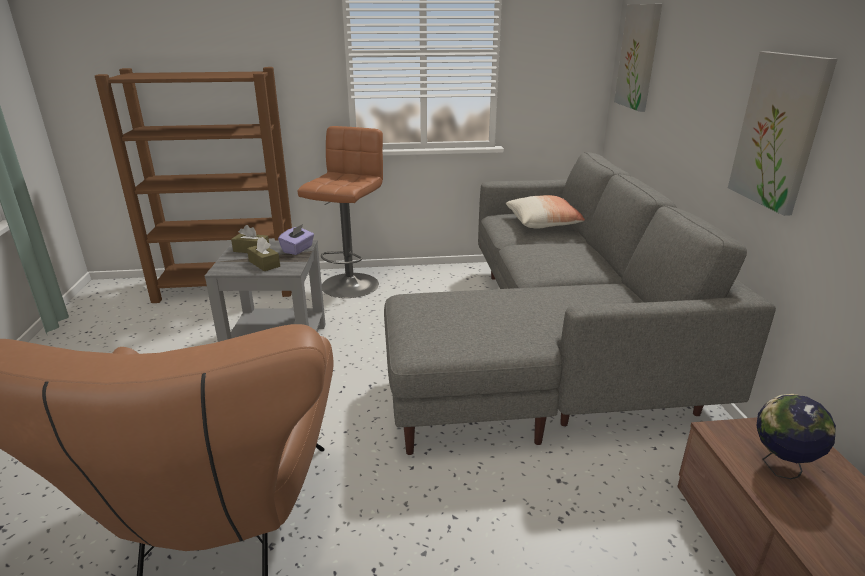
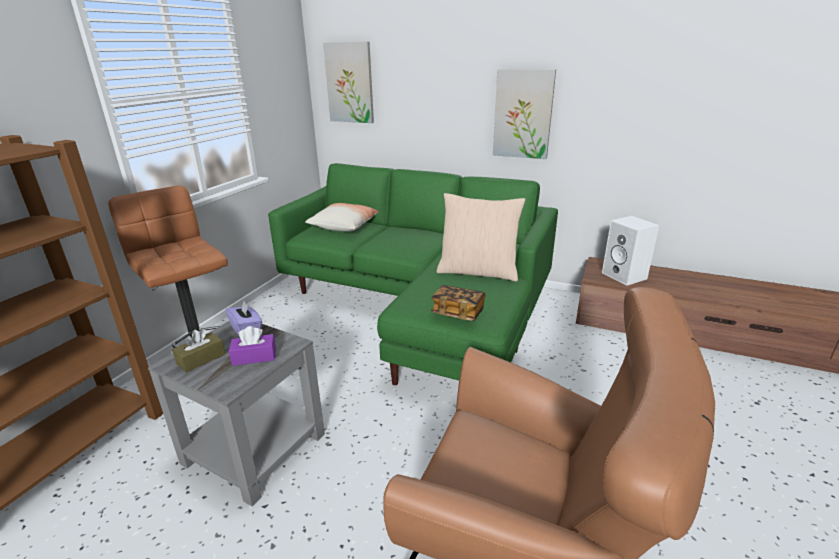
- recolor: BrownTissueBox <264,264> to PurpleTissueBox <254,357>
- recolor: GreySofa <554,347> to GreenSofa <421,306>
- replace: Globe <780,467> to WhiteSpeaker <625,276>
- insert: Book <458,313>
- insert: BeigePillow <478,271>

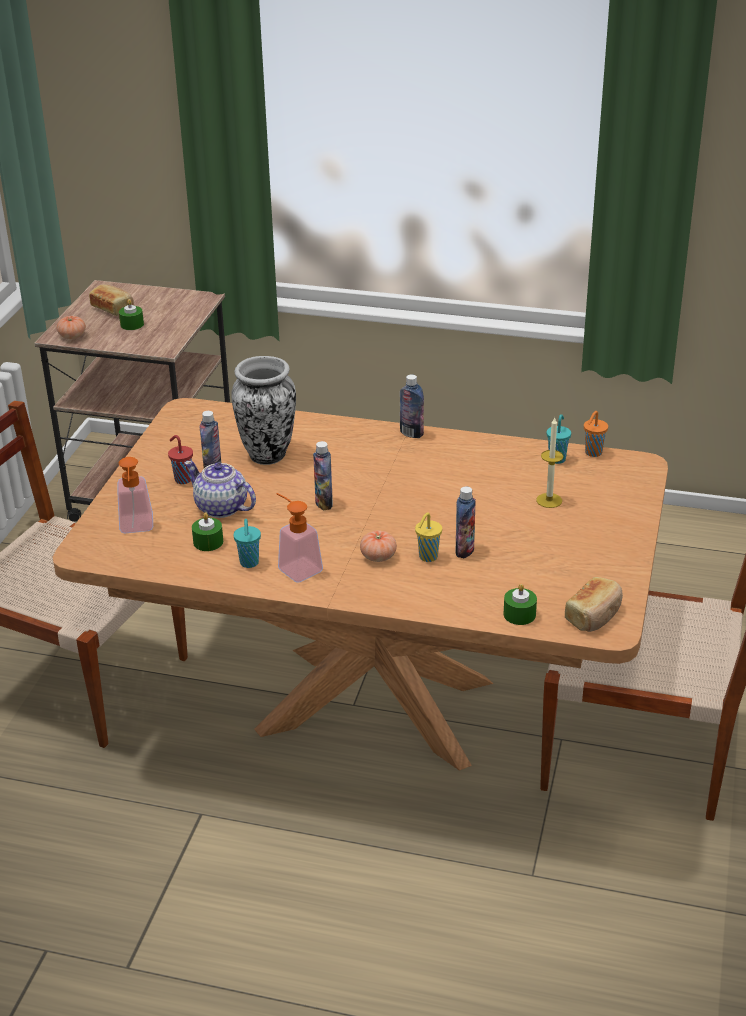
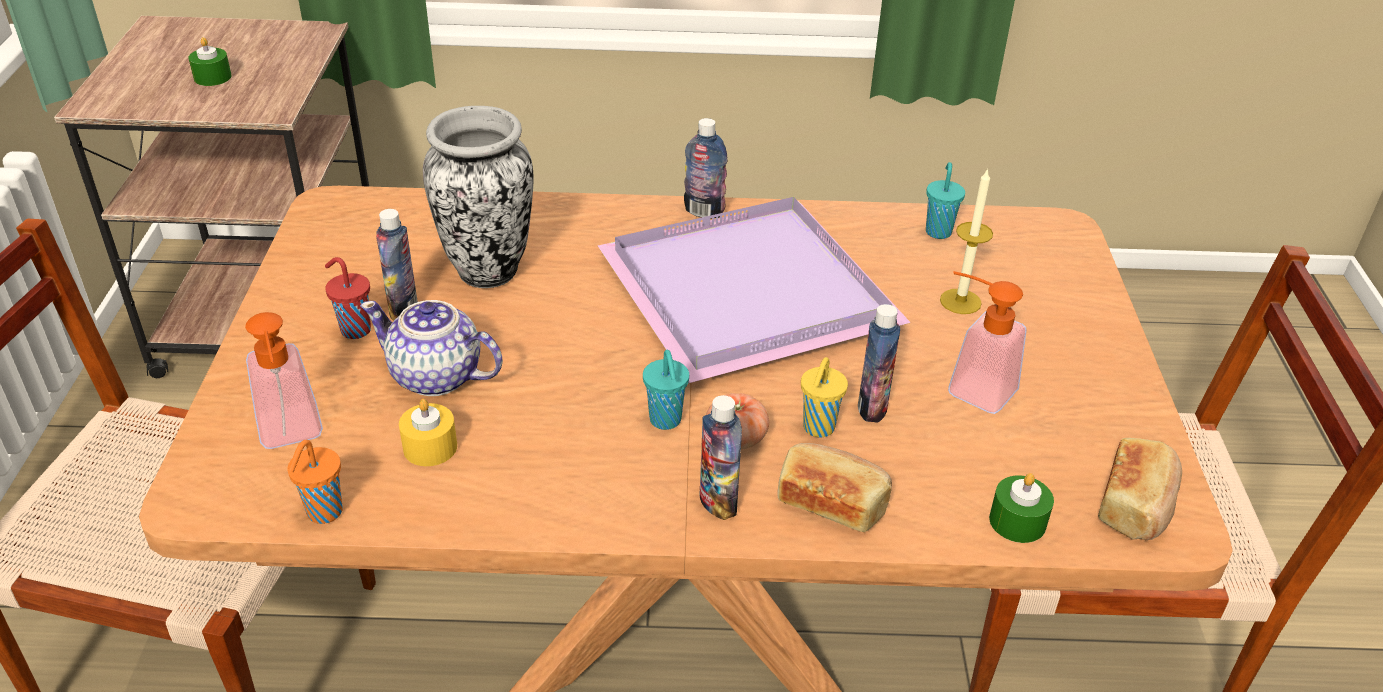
- delete: Tomato <72,336>
- move: Bread <113,309> to <832,501>
- recolor: GreenCandle <208,542> to YellowCandle <430,447>
- move: TurquoiseCup <249,563> to <666,421>
- move: SoapDispenser <295,567> to <971,387>
- move: Bottle <324,503> to <718,502>
- move: OrangeCup <592,453> to <323,513>
- insert: PurpleTray <750,288>

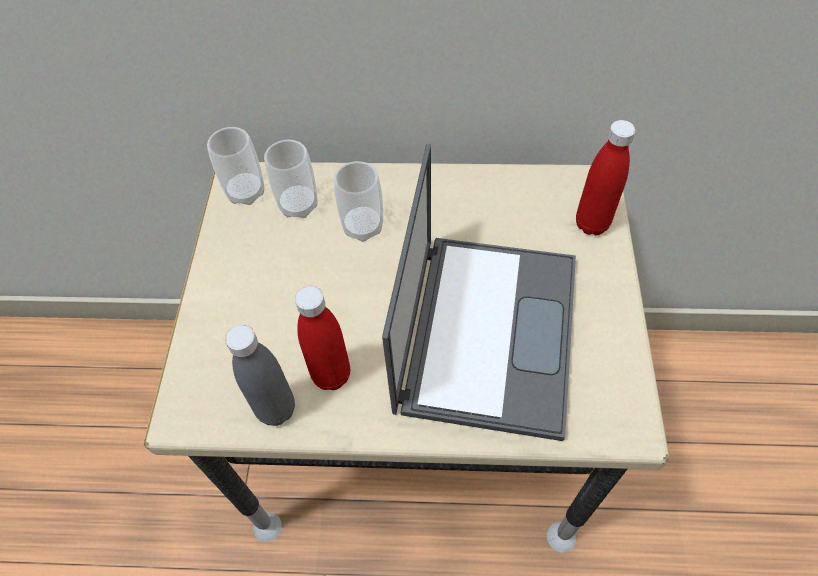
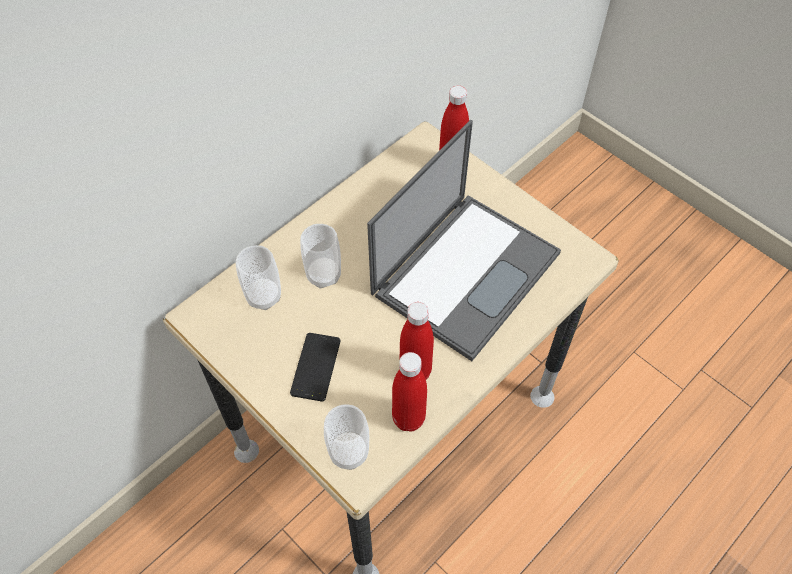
- move: Cup <246,192> to <349,452>
- recolor: GreyBottle <276,409> to RedBottle <408,418>
- rotate: Laptop <487,329> = <466,271> 75 degrees clockwise
- insert: Phone <315,367>

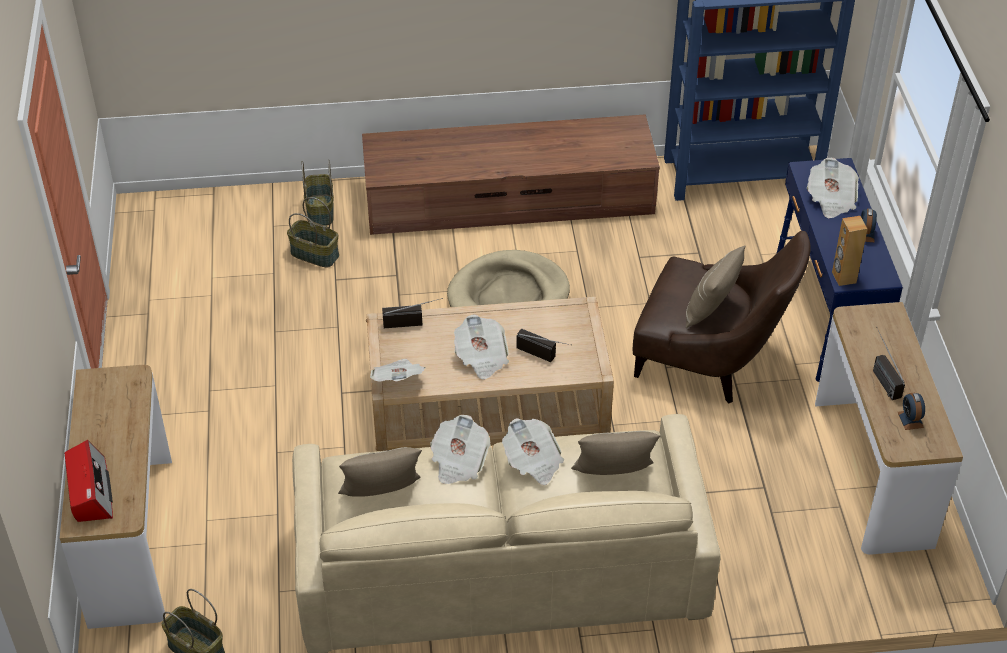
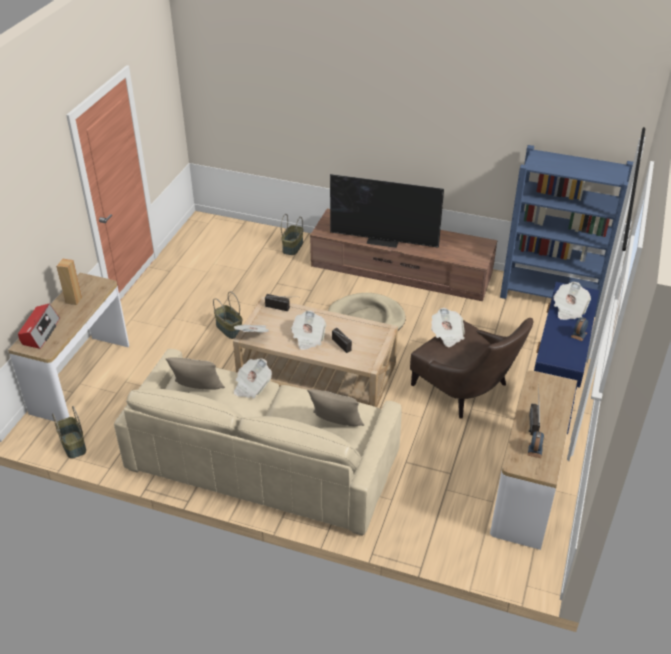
- move: Basket <315,254> to <230,329>
- move: Newspaper <533,462> to <447,335>
- delete: BeigePillow <711,309>
- move: BrownSpeaker <843,277> to <73,300>
- insert: Television <383,241>

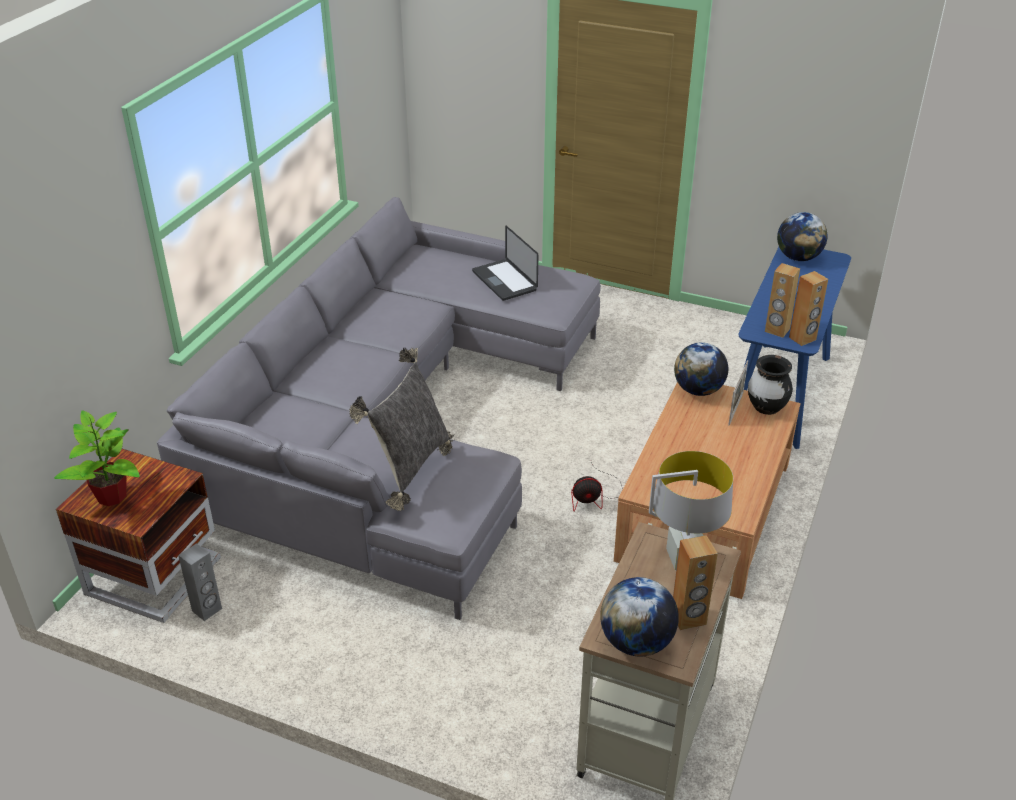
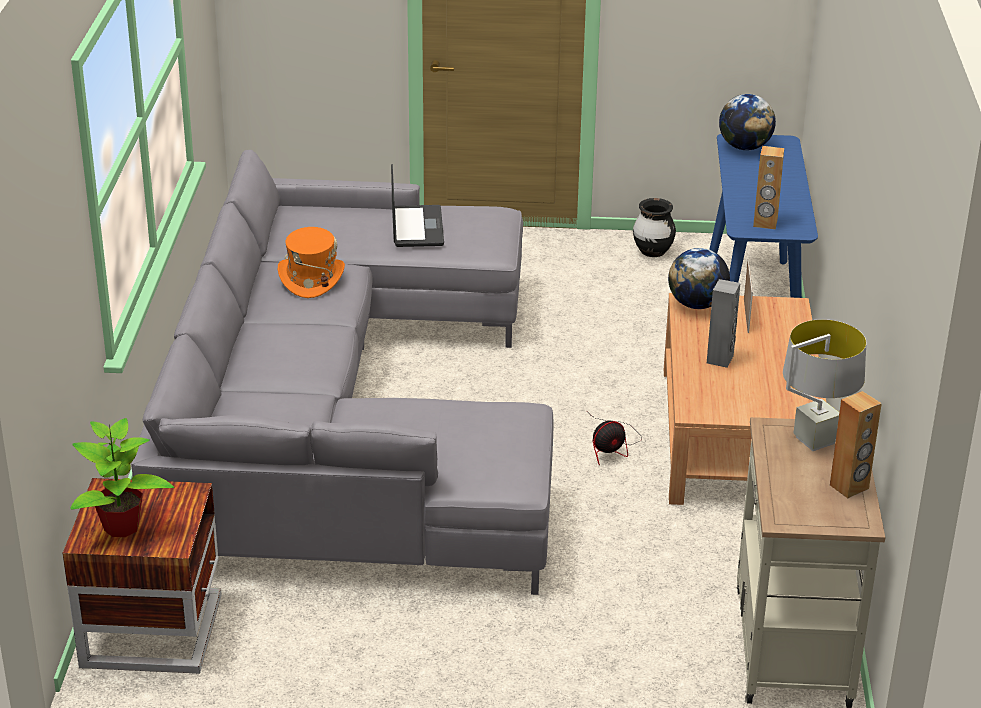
- move: GreySpeaker <207,610> to <720,359>
- delete: Pillow <407,474>
- rotate: Laptop <504,281> = <417,228> 135 degrees counterclockwise
- delete: Globe <636,642>
- move: BlackVase <766,407> to <652,252>
- delete: BrownSpeaker <802,339>
- insert: OrangeHat <311,279>

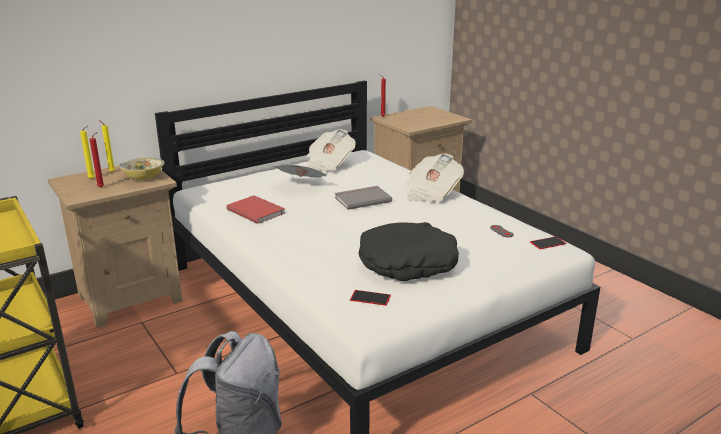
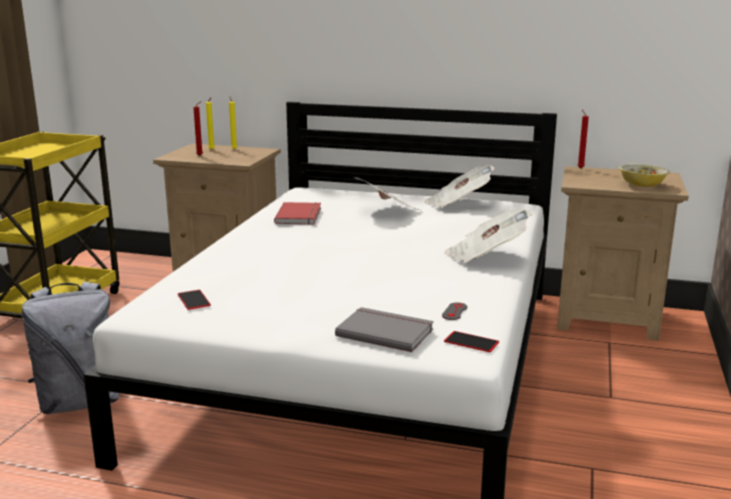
- move: Bowl <143,177> to <642,185>
- move: GreyBook <362,199> to <385,331>
- delete: BlackPillow <407,264>

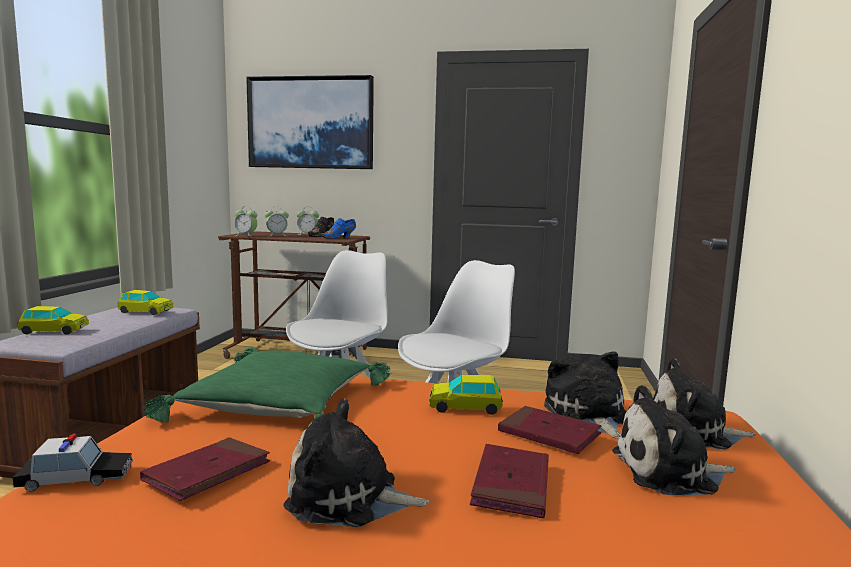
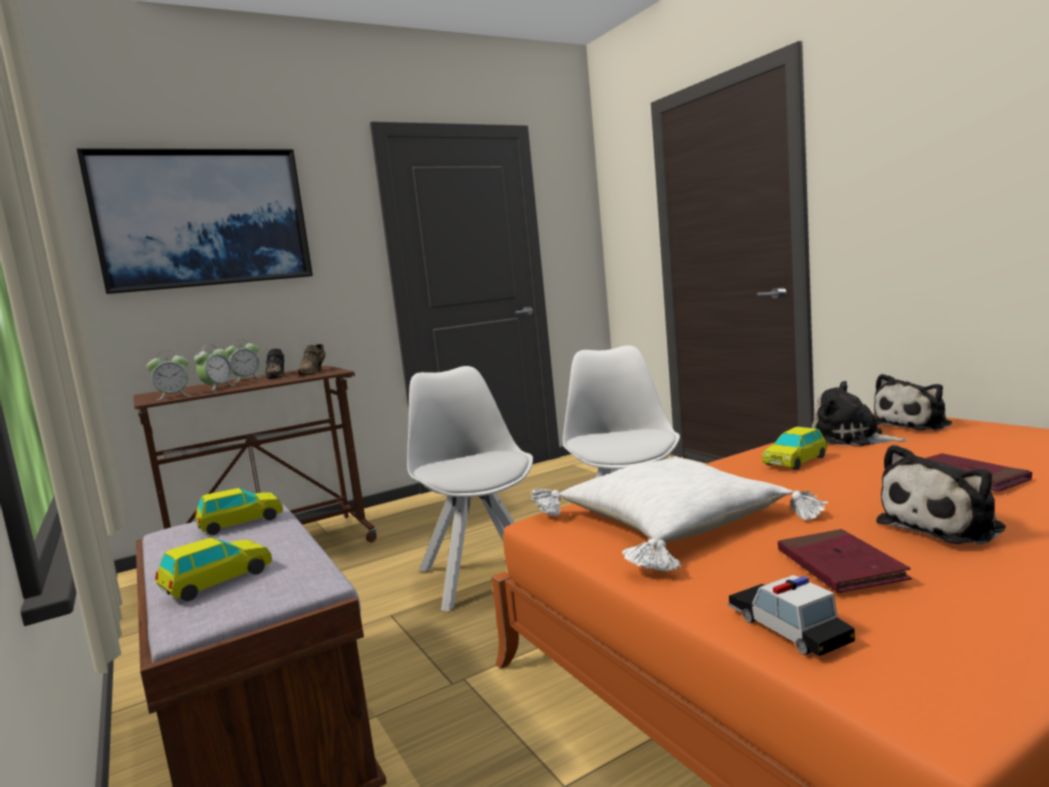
- rotate: ToyCar <77,478> = <787,627> 60 degrees counterclockwise
- recolor: GreenPillow <280,399> to WhitePillow <670,517>
- recolor: BlueShoe <340,238> to BrownShoe <314,372>
- delete: RedBook <548,434>
- delete: PlushToy <670,472>

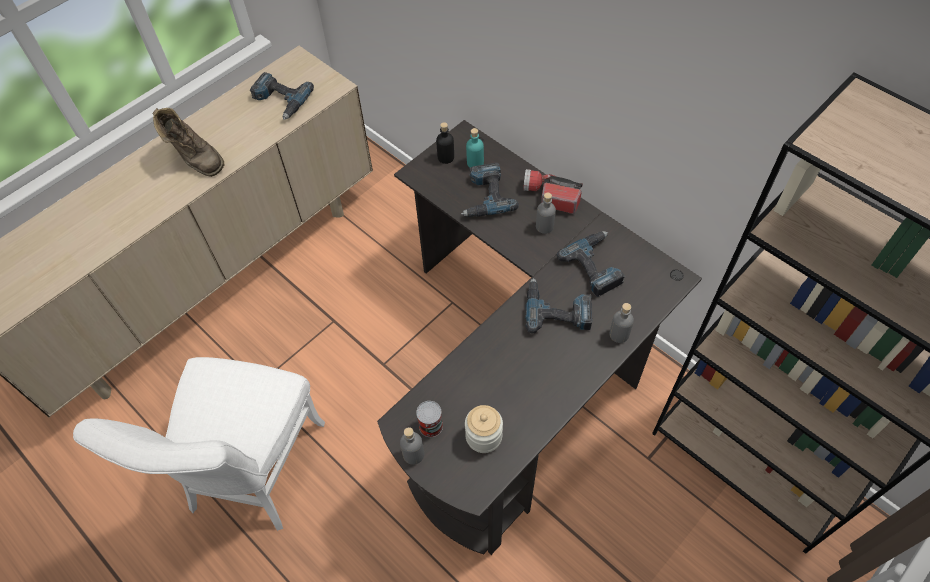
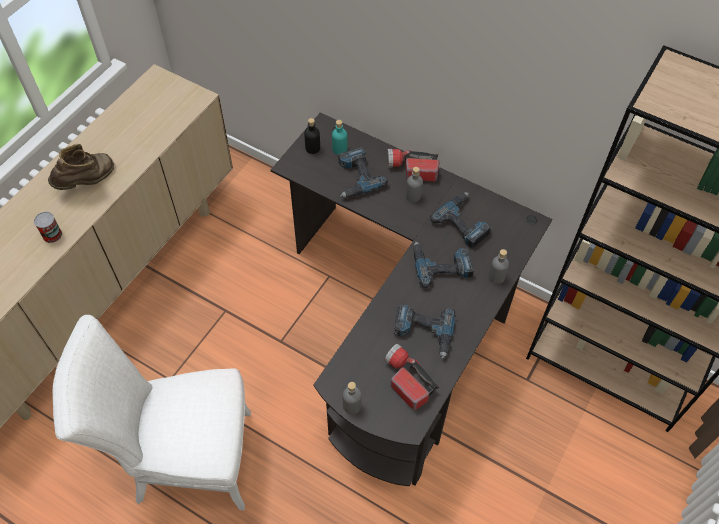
- rotate: WhiteChair <252,474> = <186,459> 90 degrees clockwise
- rotate: BrownBoot <195,158> = <87,182> 75 degrees counterclockwise
- move: PowerDrill <280,100> to <423,332>
- move: Can <431,426> to <52,235>
- replace: Jar <483,436> to Flashlight <406,380>

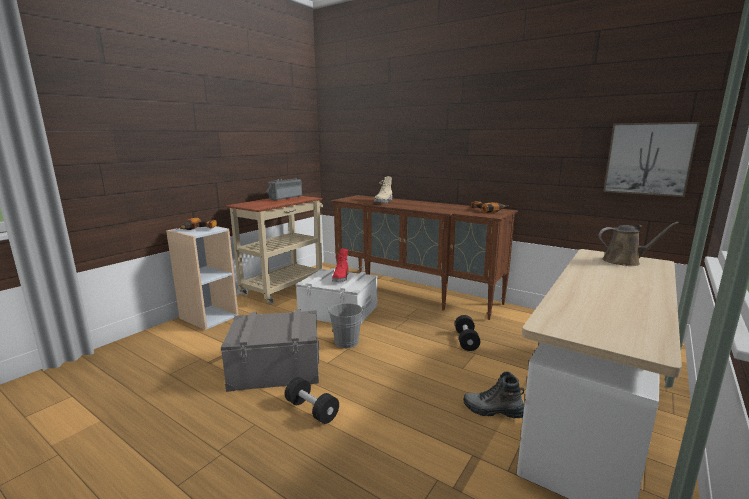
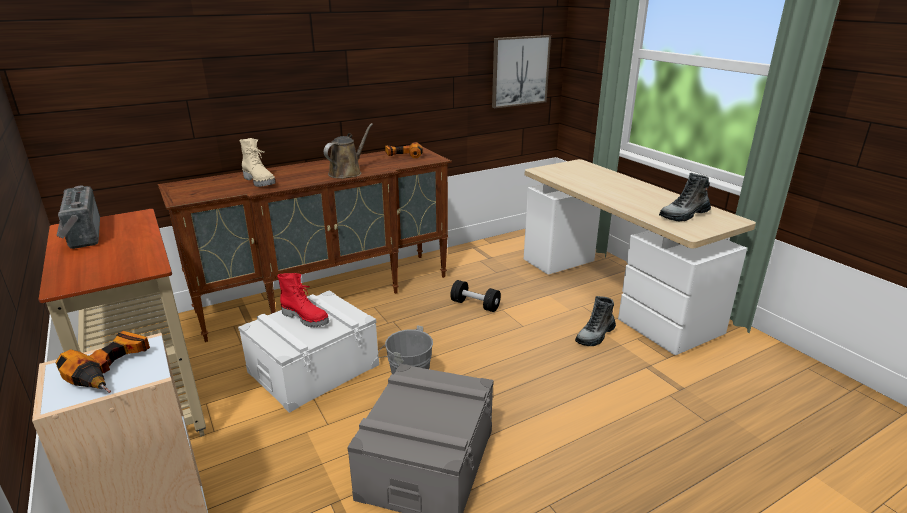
- delete: BlackDumbbell <312,410>
- move: BrownWateringCan <625,261> to <347,172>
- insert: Boot <684,215>

